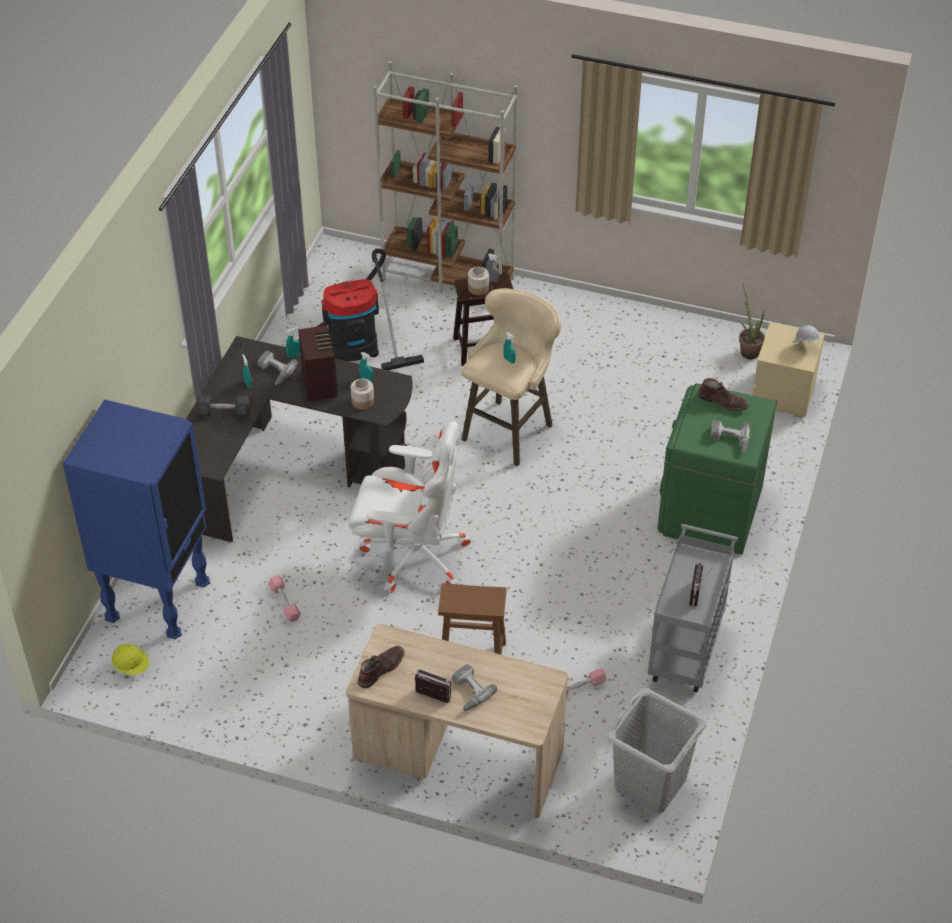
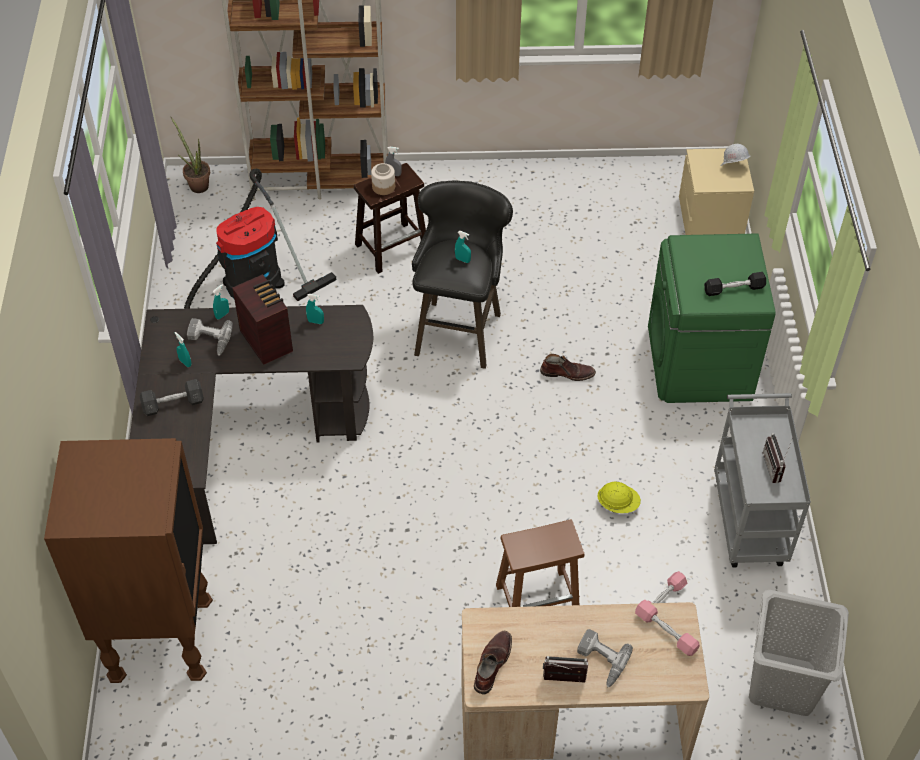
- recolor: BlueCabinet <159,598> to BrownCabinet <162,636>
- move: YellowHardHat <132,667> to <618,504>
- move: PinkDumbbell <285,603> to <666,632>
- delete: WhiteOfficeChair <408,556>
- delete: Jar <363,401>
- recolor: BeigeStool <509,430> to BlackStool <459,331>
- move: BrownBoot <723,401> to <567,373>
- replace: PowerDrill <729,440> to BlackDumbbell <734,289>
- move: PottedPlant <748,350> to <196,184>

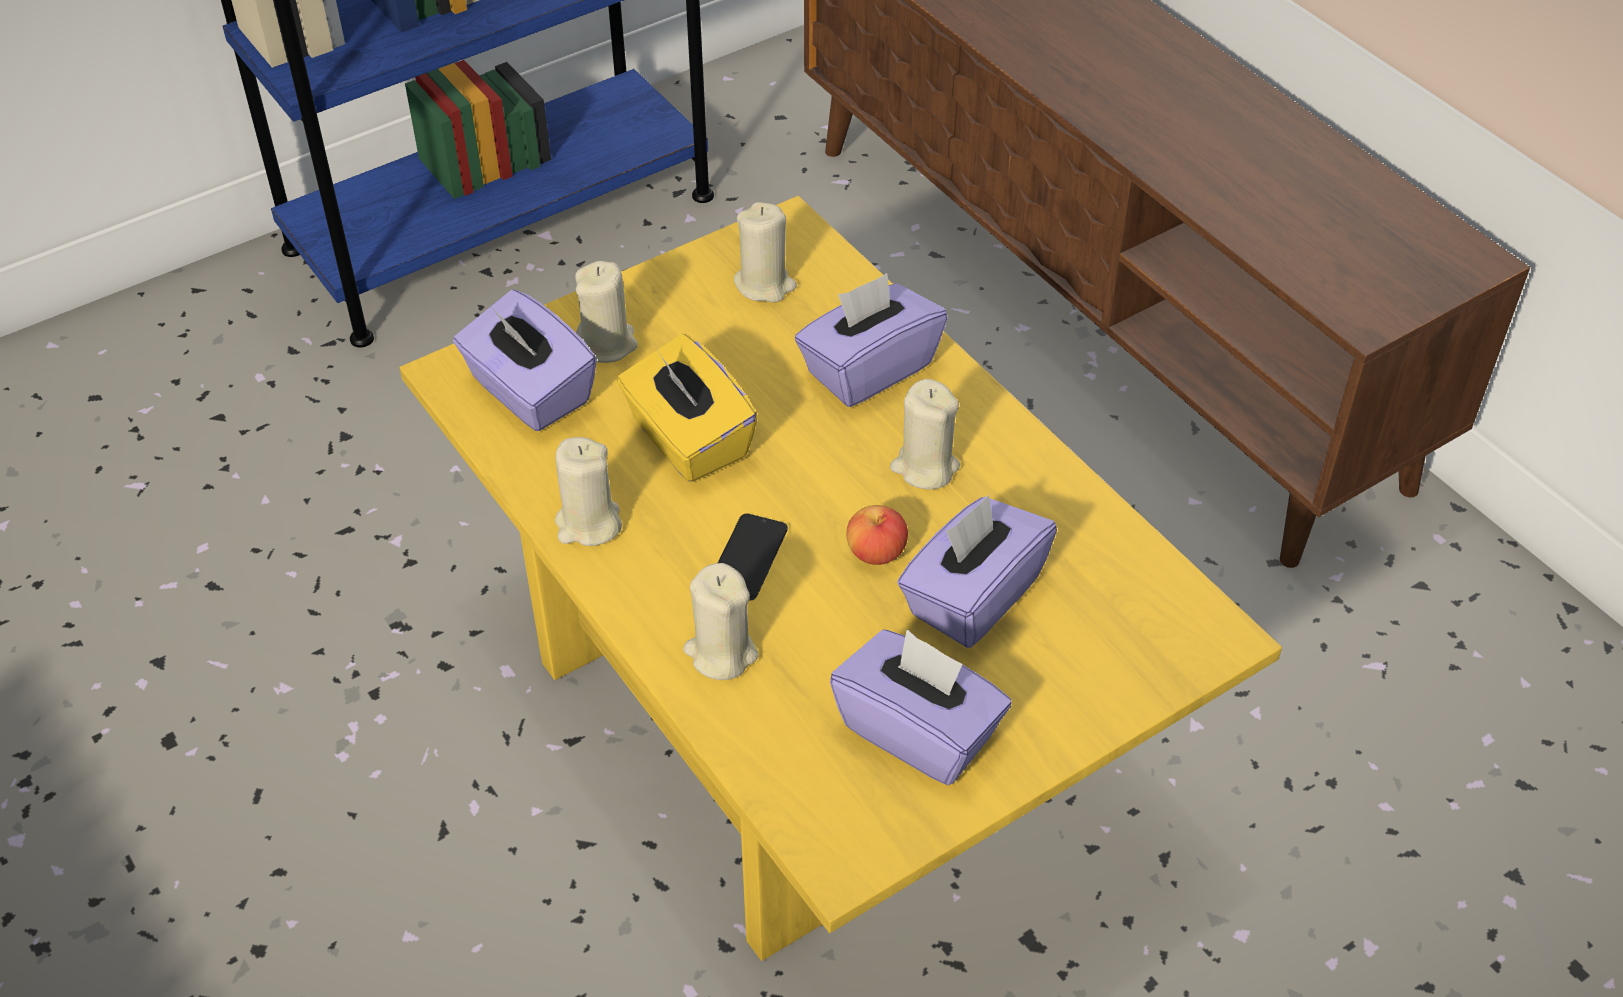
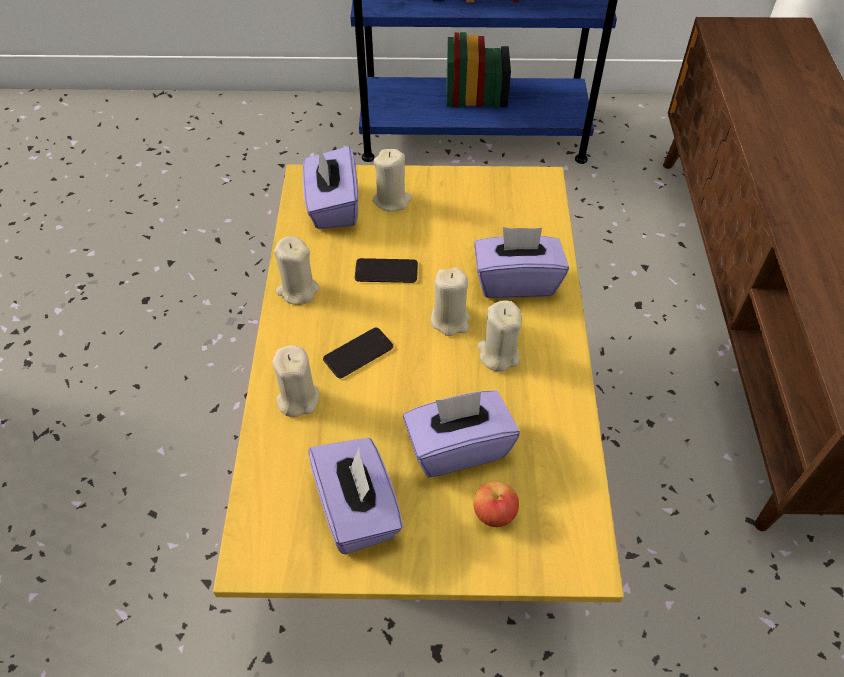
- replace: YellowTissueBox <688,440> to Phone <386,271>
- move: BeigeCandle <764,285> to <450,320>
- move: Apple <876,552> to <494,513>

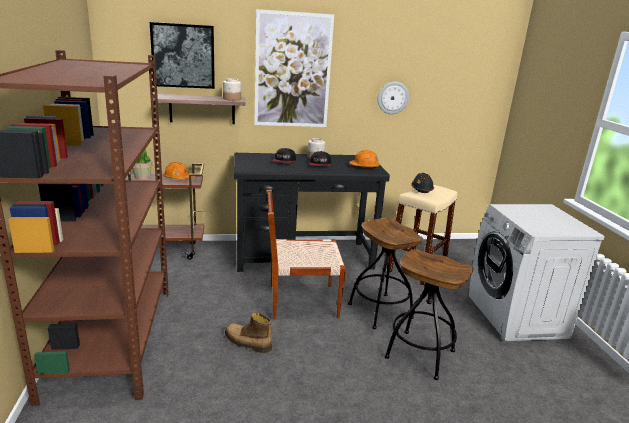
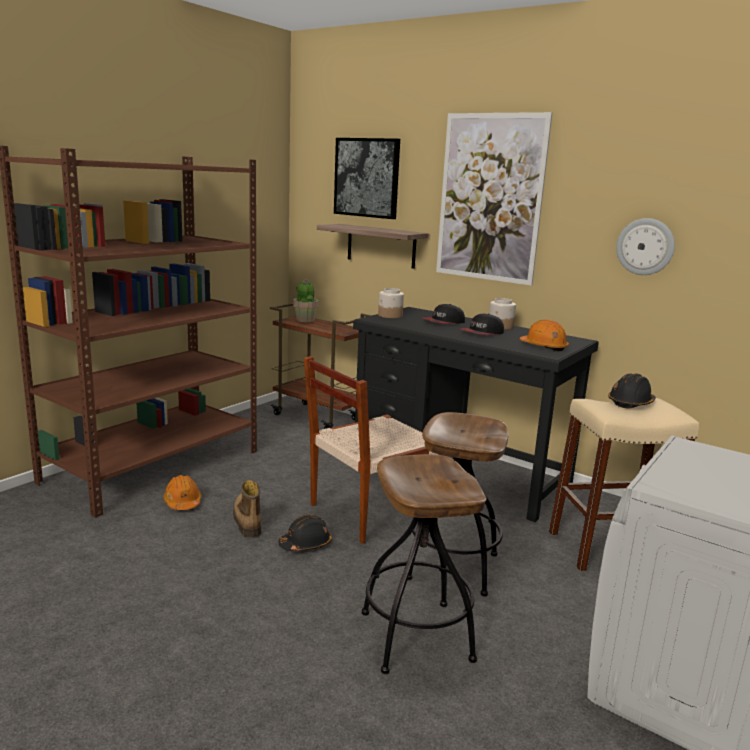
- move: OrangeHardHat <177,178> to <182,502>
- move: Jar <232,99> to <390,316>
- rotate: Chair <300,301> = <369,512> 75 degrees counterclockwise
- insert: BlackHardHat <305,544>

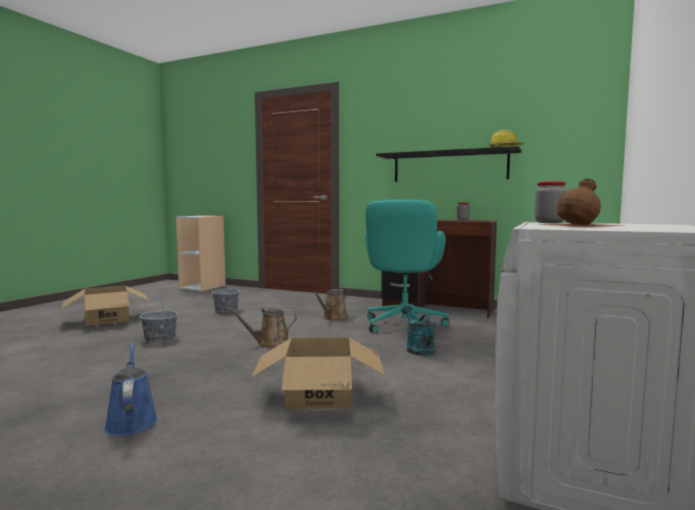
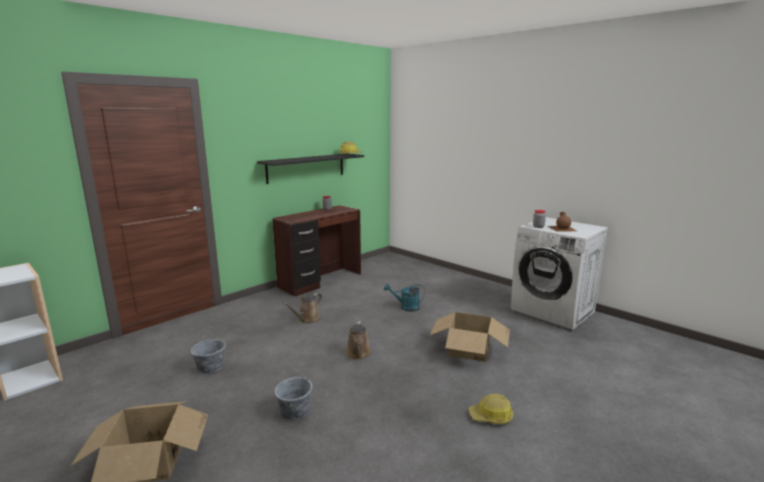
- replace: BlueWateringCan <131,421> to HardHat <491,417>
- rotate: BrownWateringCan <333,318> = <307,319> 75 degrees clockwise
- delete: TurquoiseOfficeChair <404,325>

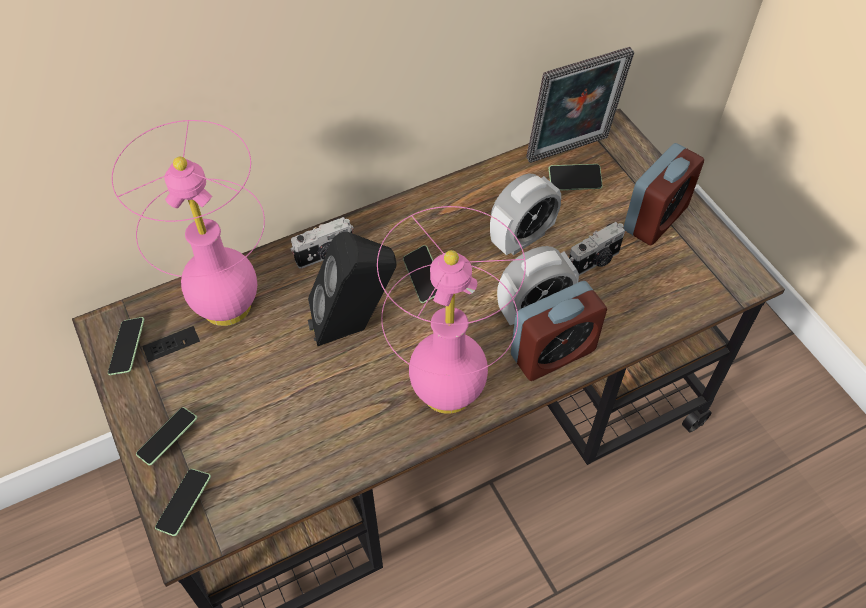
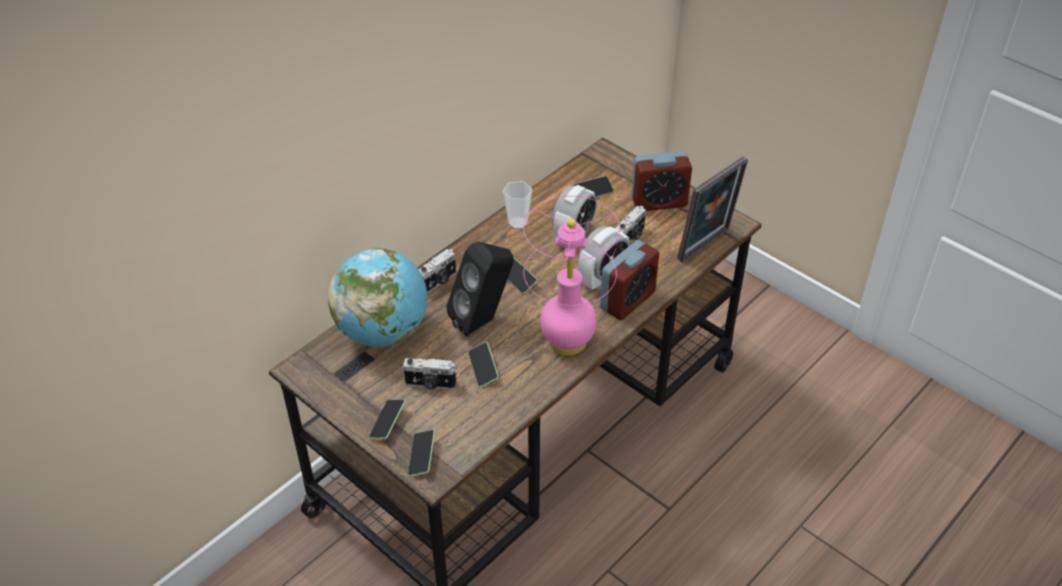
- move: Phone <128,350> to <483,369>
- replace: PinkTableLamp <227,305> to Globe <383,331>
- move: PictureFrame <569,151> to <706,246>
- rotate: AlarmClock <655,218> = <659,202> 60 degrees clockwise
- insert: PhotoCamera <430,384>
- insert: Cup <517,223>

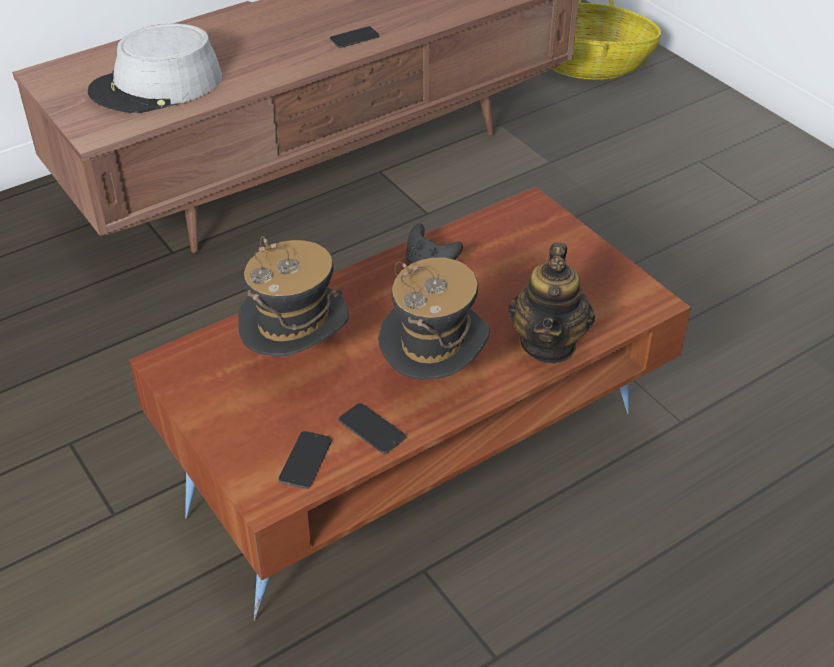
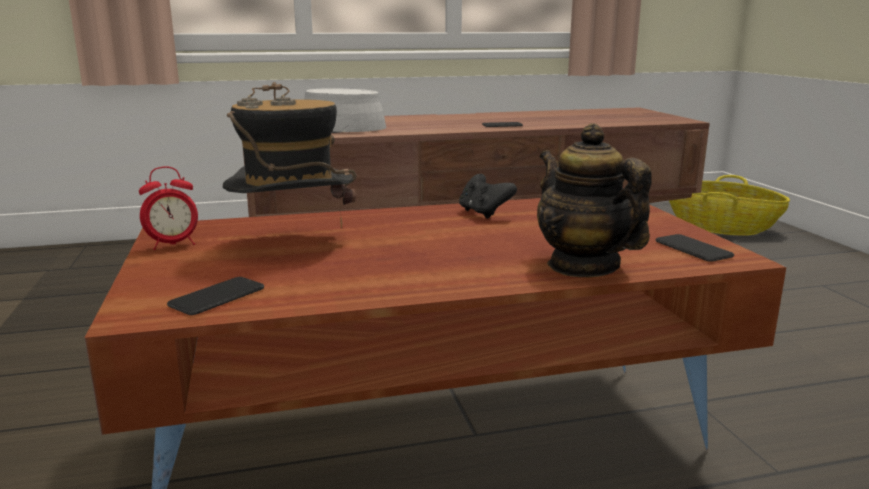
- move: Phone <372,429> to <693,249>
- delete: Hat <433,379>
- rotate: Teapot <549,344> = <583,266> 120 degrees clockwise
- insert: AlarmClock <173,245>

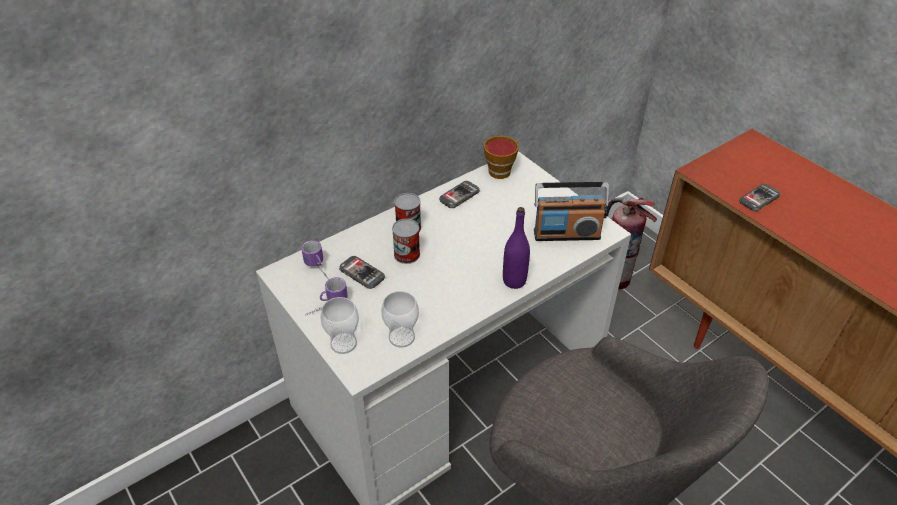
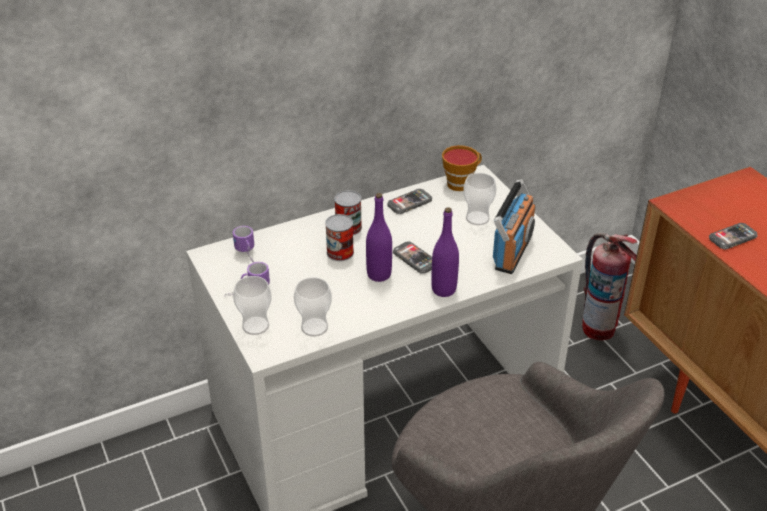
- move: Phone <362,273> to <415,259>
- rotate: Radio <566,234> = <512,251> 75 degrees counterclockwise
- insert: PurpleBottle <379,274>
- insert: Cup <477,218>

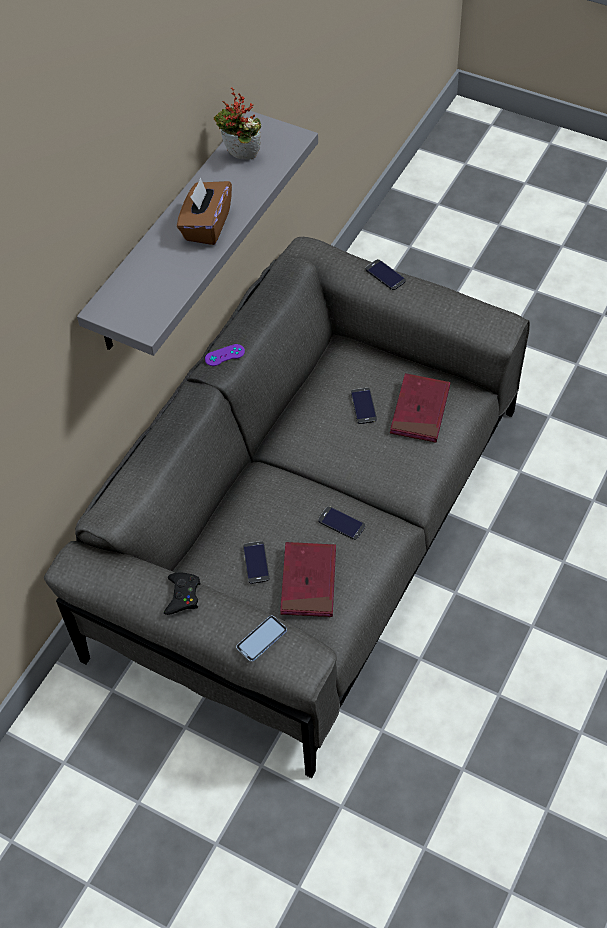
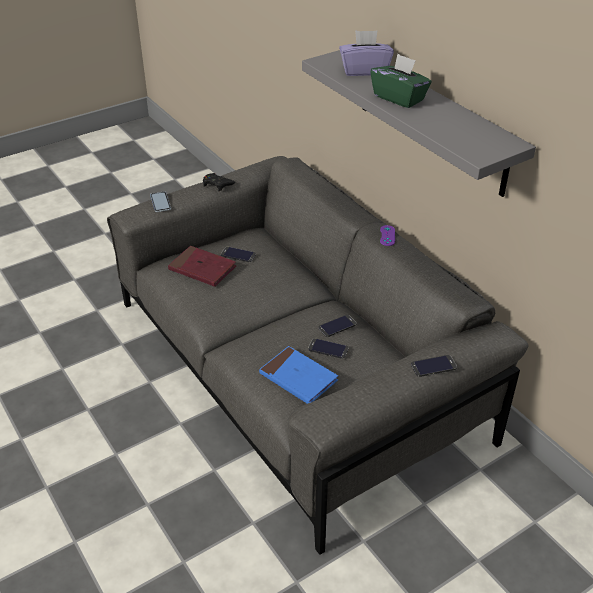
- recolor: BrownTissueBox <206,226> to GreenTissueBox <399,98>
- delete: PottedPlant <240,158>
- move: Phone <341,523> to <337,326>
- recolor: RedBook <420,410> to BlueBook <298,378>
- insert: PurpleTissueBox <364,70>

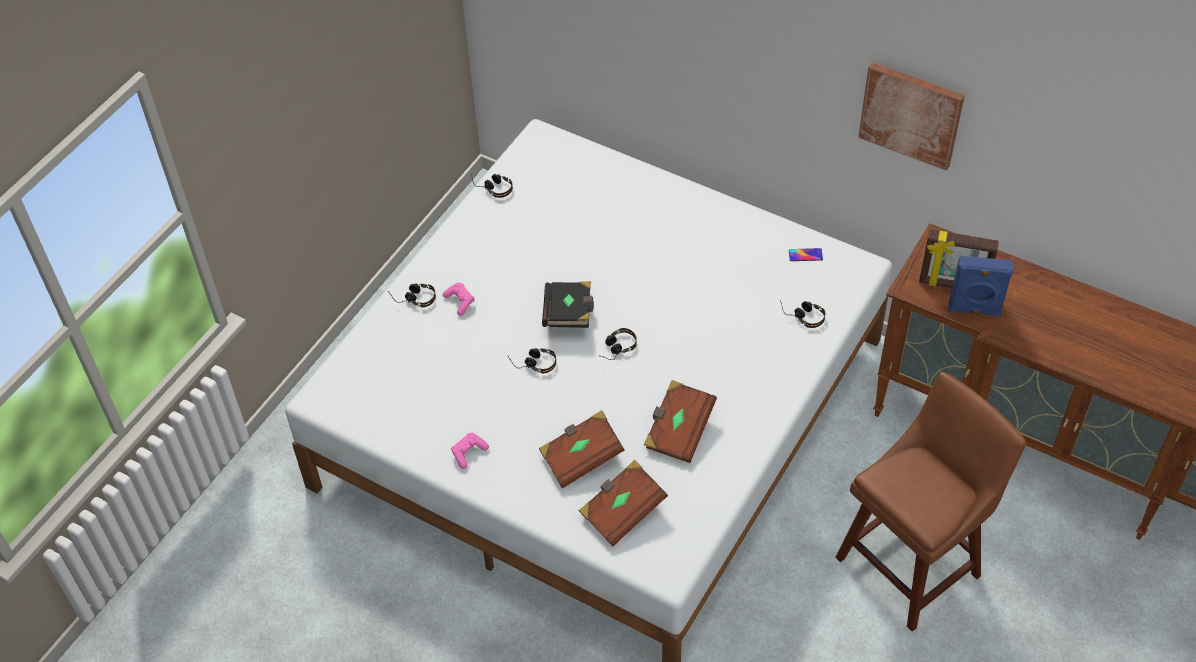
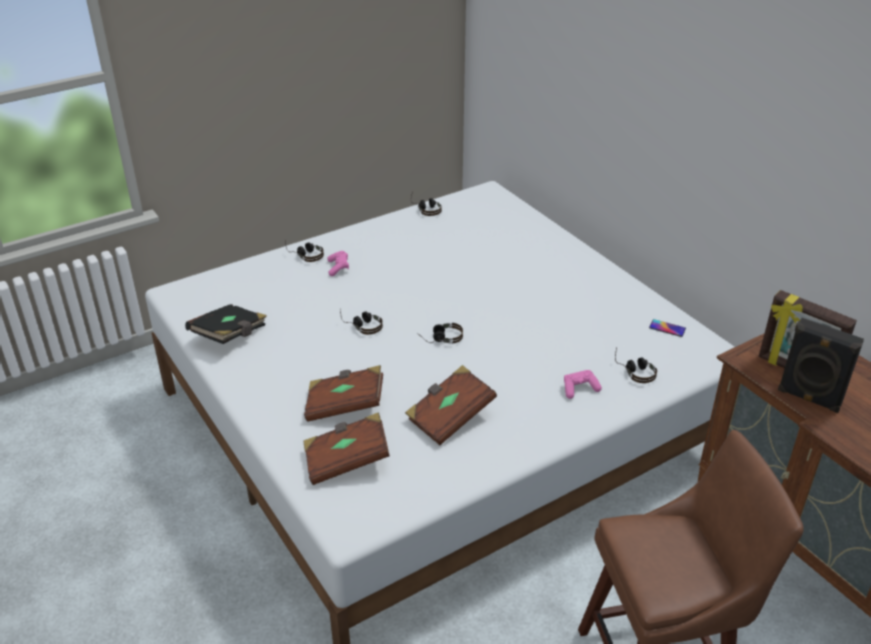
- move: PinkGameController <468,453> to <579,389>
- move: BlackBook <569,314> to <230,335>
- delete: Picture <911,114>
- recolor: BlueSpeaker <974,311> to BlackSpeaker <808,398>

